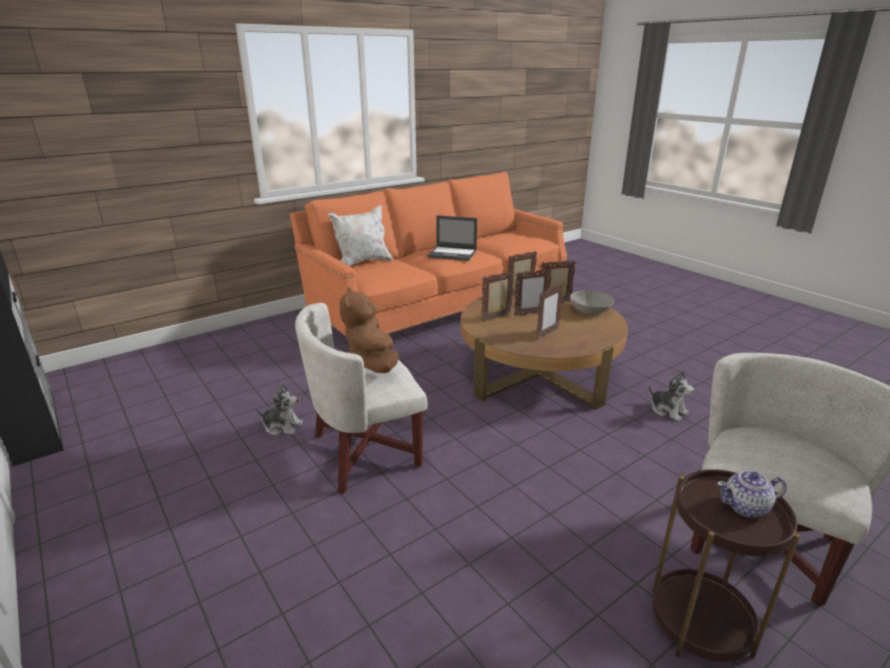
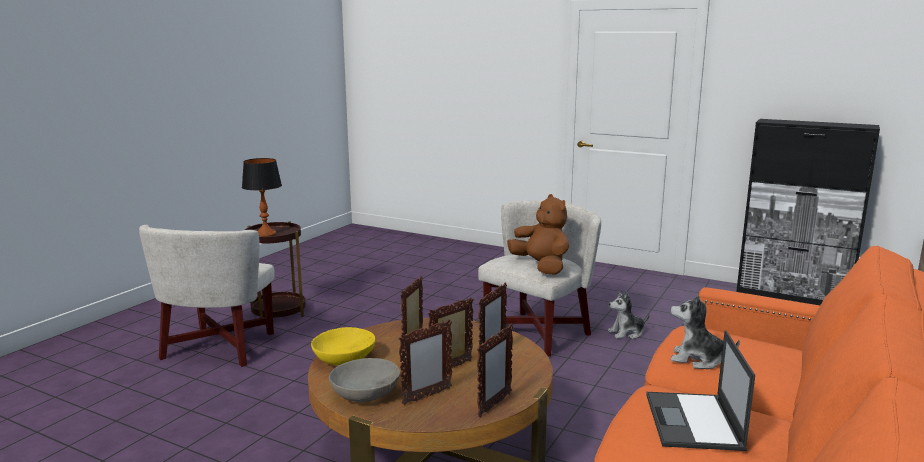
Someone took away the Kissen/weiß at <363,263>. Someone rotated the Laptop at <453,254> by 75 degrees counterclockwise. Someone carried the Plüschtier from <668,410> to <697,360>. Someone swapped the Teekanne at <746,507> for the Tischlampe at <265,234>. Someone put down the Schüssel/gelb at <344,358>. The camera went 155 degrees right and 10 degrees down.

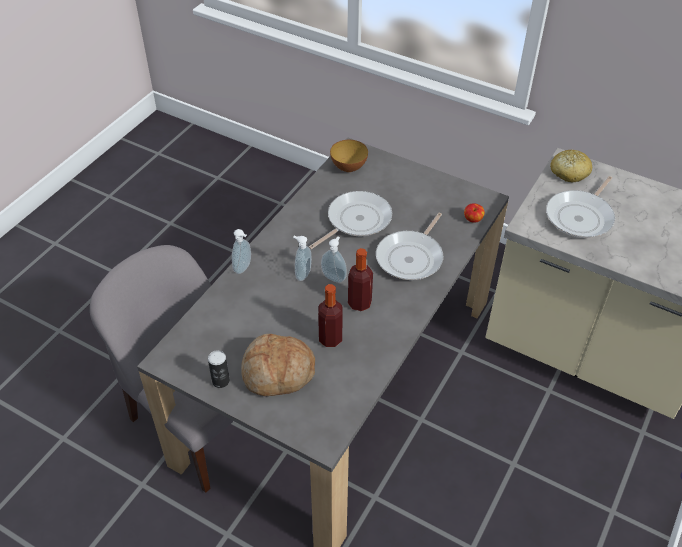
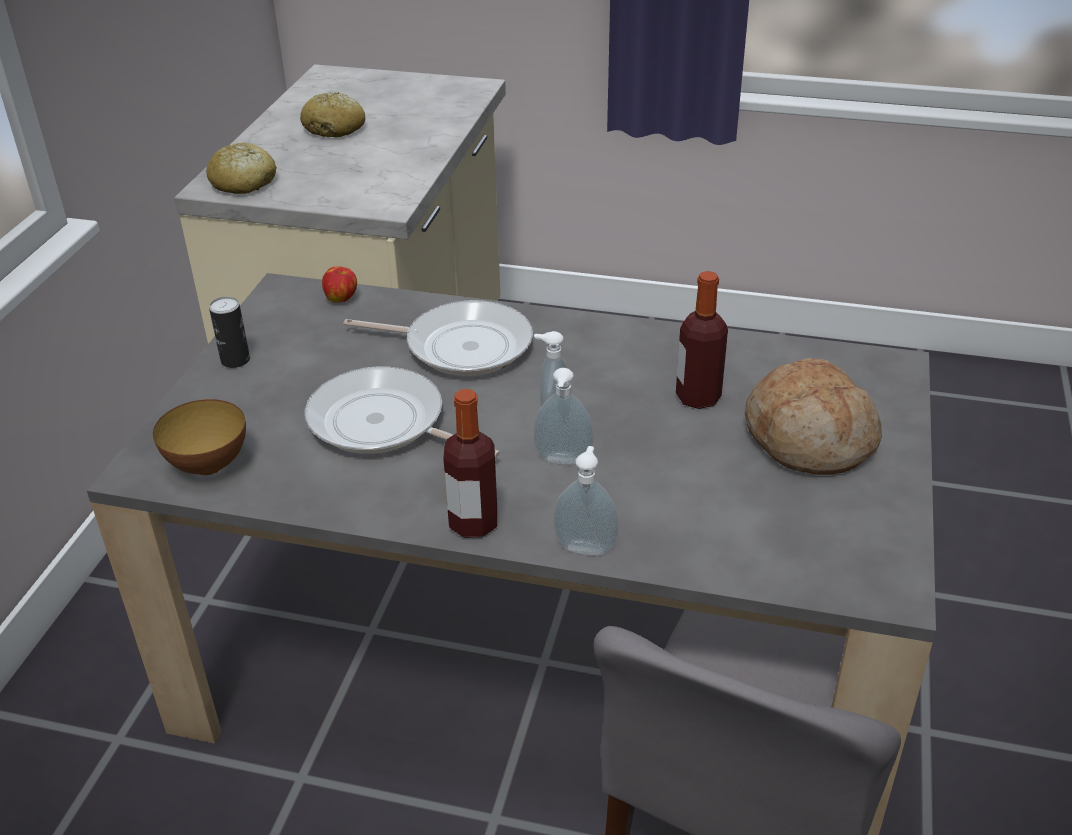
Someone took away the Pfanne at <581,216>. Someone carried the Flasche from <359,303> to <473,523>. Someone carried the Dose from <220,381> to <235,360>. Someone put down the Brot at <335,128>. The camera went 105 degrees left and 10 degrees down.

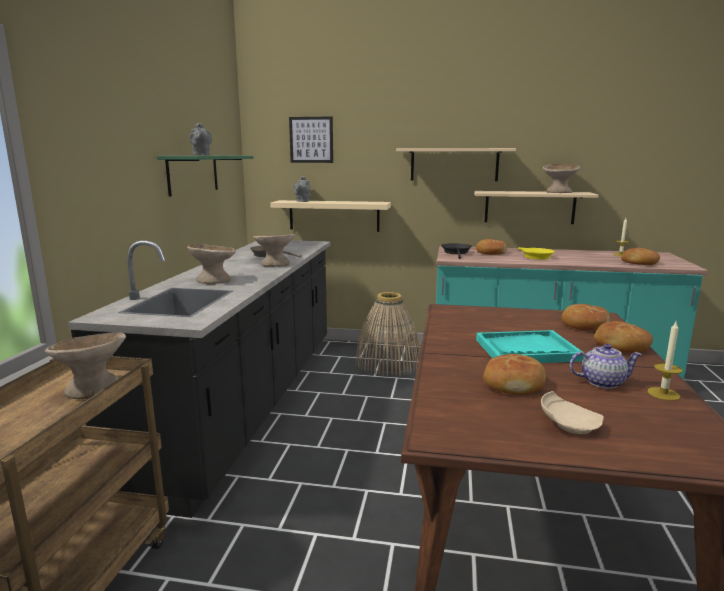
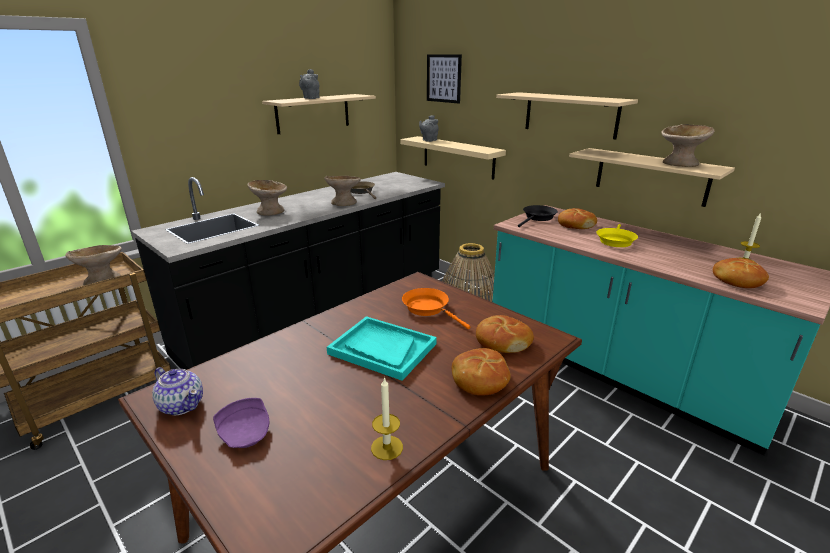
Someone repainted the Wandregal/grün at <193,174>, which became the Wandregal/beige at <313,113>. Someone carried the Teekanne from <601,382> to <182,405>. Someone took away the Brot at <514,384>. Someone repainted the Teller/beige at <568,424>, which became the Teller/lila at <246,433>. Someone put down the Pfanne/orange at <428,309>. The camera went 35 degrees right and 10 degrees up.

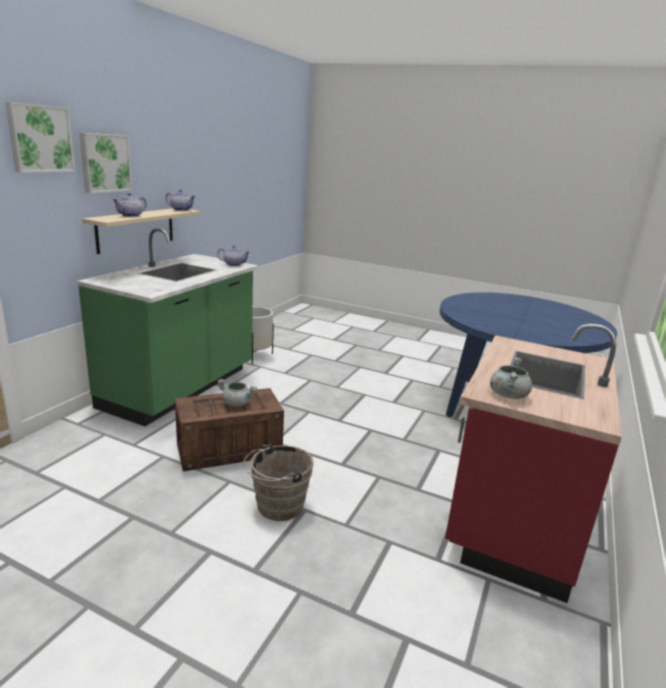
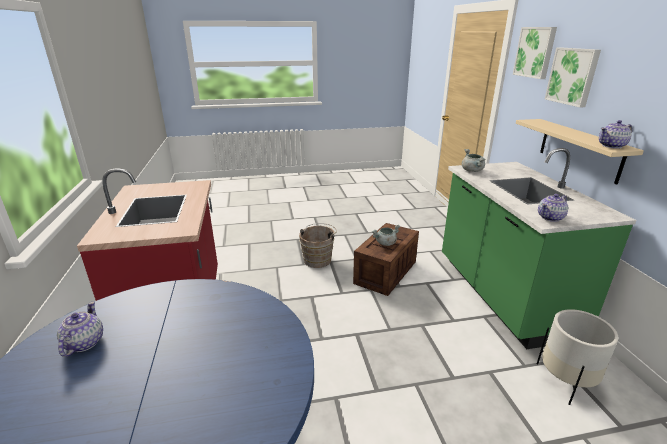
Someone carried the Teekanne from <131,216> to <84,343>. Someone carried the Kochtopf/grau from <508,394> to <472,171>. The camera went 145 degrees right and 5 degrees up.

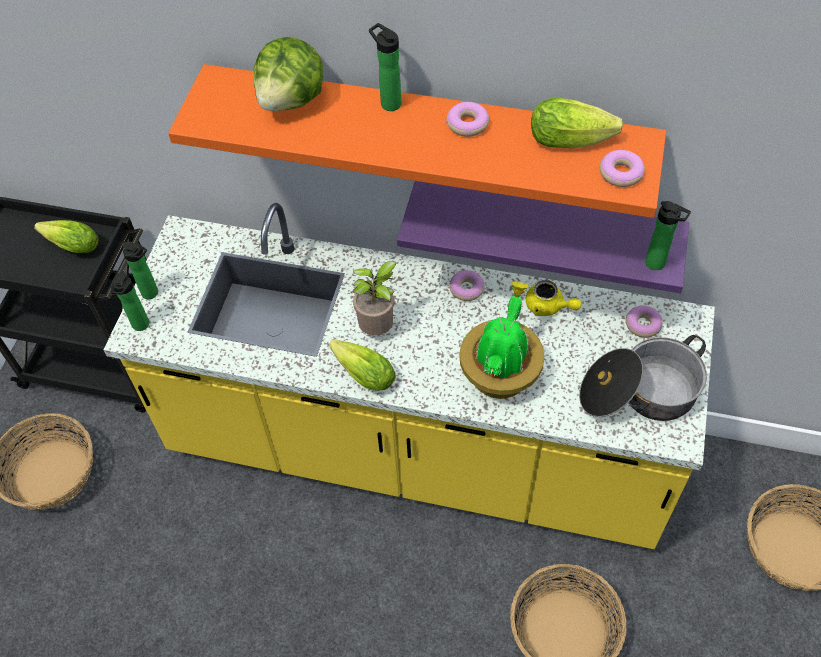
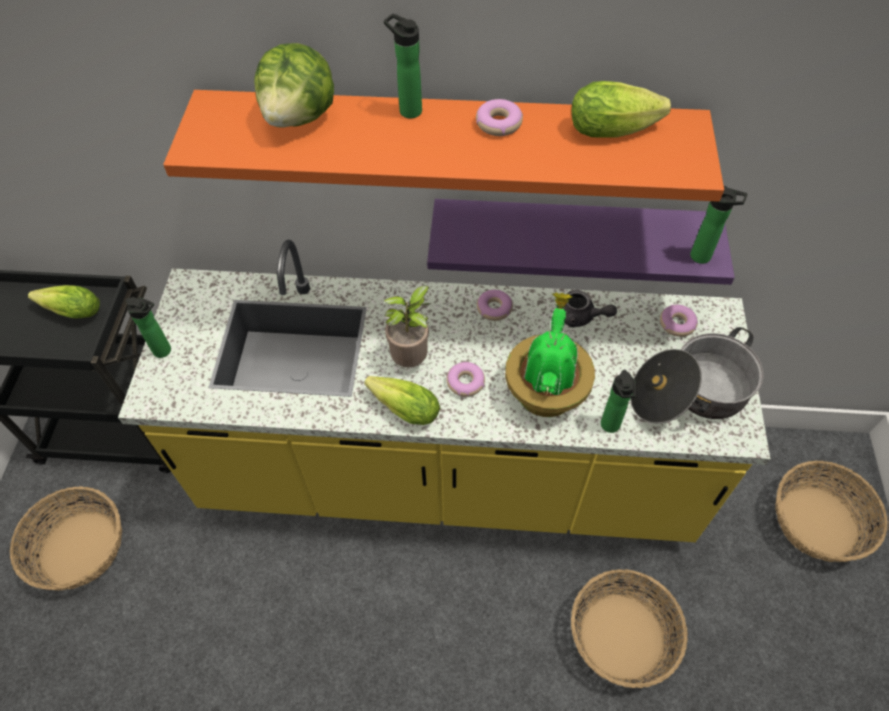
Someone carried the Donut from <620,173> to <465,382>. Someone carried the Flasche from <139,326> to <610,427>. Someone repainted the Teekanne/gelb at <548,307>, which became the Teekanne/grau at <580,317>. The camera went 10 degrees left and 0 degrees up.

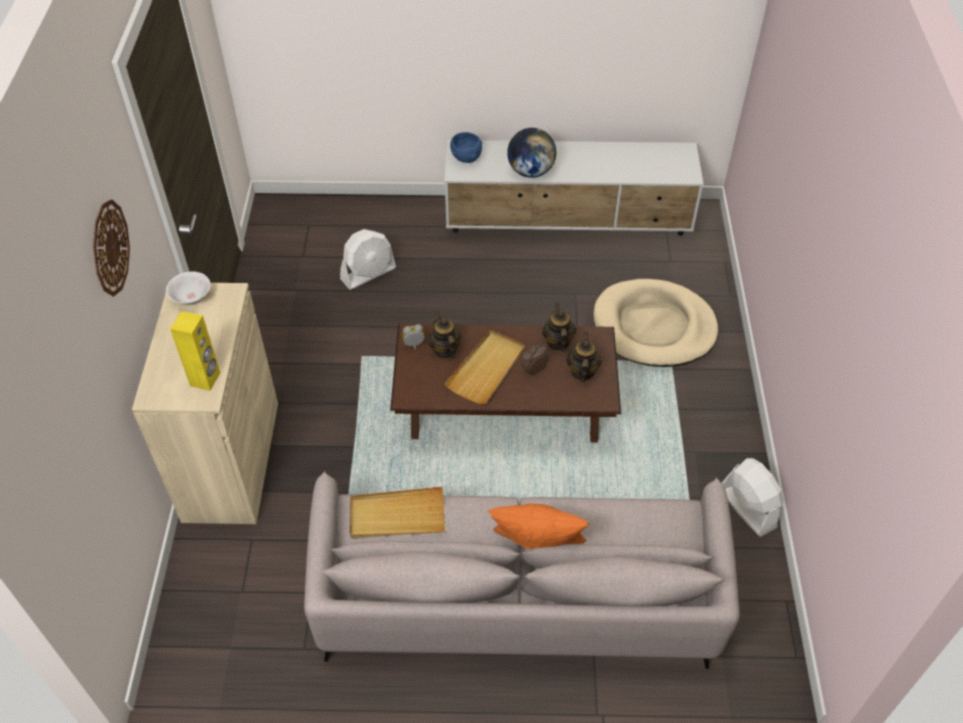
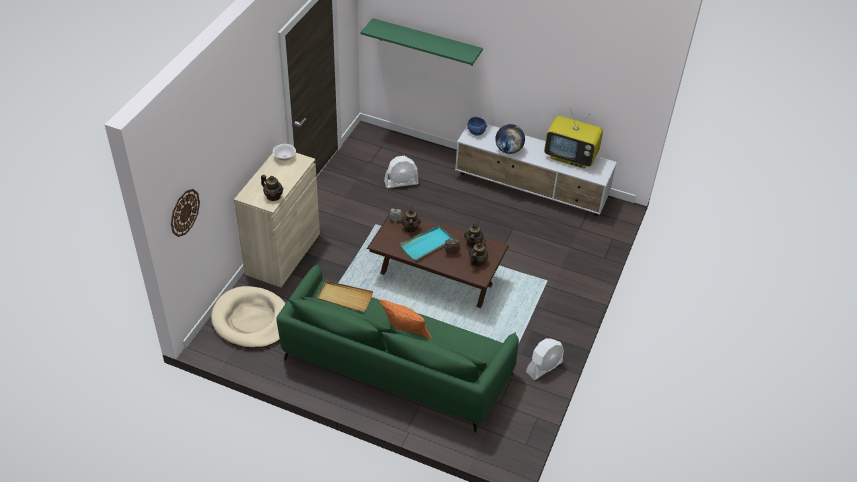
Someone carried the Wanduhr from <110,248> to <184,212>. Someone carried the Hundebett/beige from <654,327> to <252,320>. Someone swapped the Lautsprecher/gelb at <205,379> for the Teekanne at <273,196>. Someone repainted the Tablett/beige at <487,369>, which became the Tablett/türkis at <427,244>. Someone rotated the Ventilator/weiß at <747,507> by 60 degrees clockwise. Someone repainted the Sofa/grau at <517,601>, which became the Sofa/grün at <394,367>. Someone put up the Wandregal/grün at <426,42>. Someone put down the Fernseher at <571,157>. The camera went 20 degrees right and 5 degrees down.

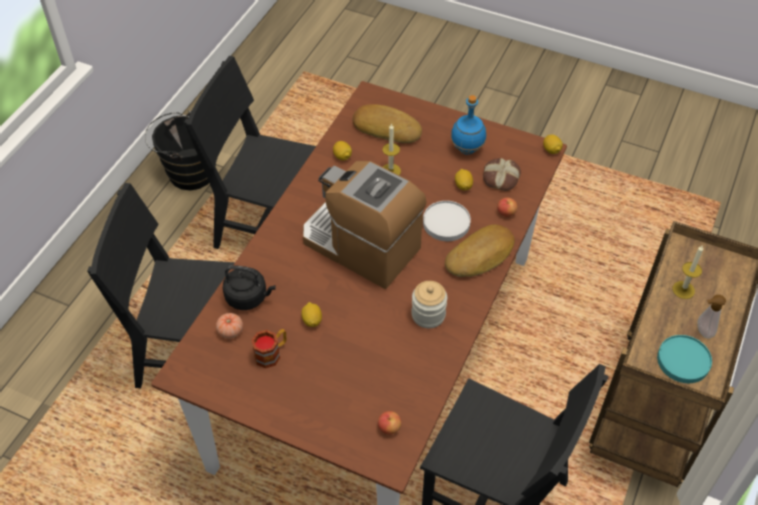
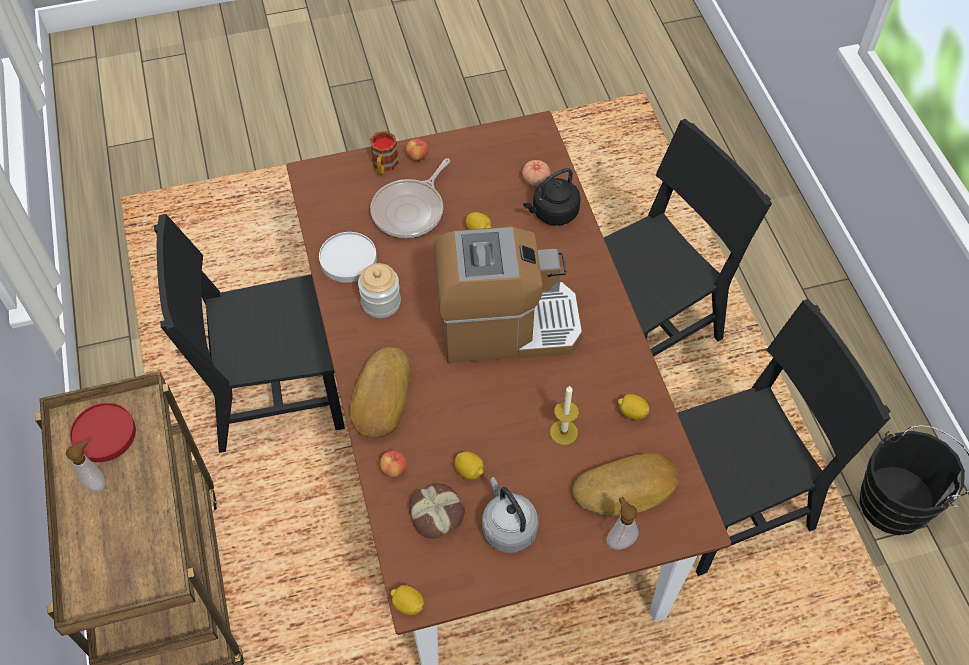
Someone swapped the Flasche/blau at <467,149> for the Wasserkessel/grau at <508,527>. Someone carried the Teller/weiß from <446,223> to <348,259>. Someone took away the Kerze at <683,290>. Someone carried the Henkelbecher from <272,353> to <384,166>. Someone repainted the Teller/türkis at <683,361>, which became the Teller/rot at <104,434>. Someone carried the Apfel from <389,428> to <417,156>. Someone put down the Pfanne at <410,210>. Someone put down the Seifenspender at <619,539>. The camera went 140 degrees right and 5 degrees up.

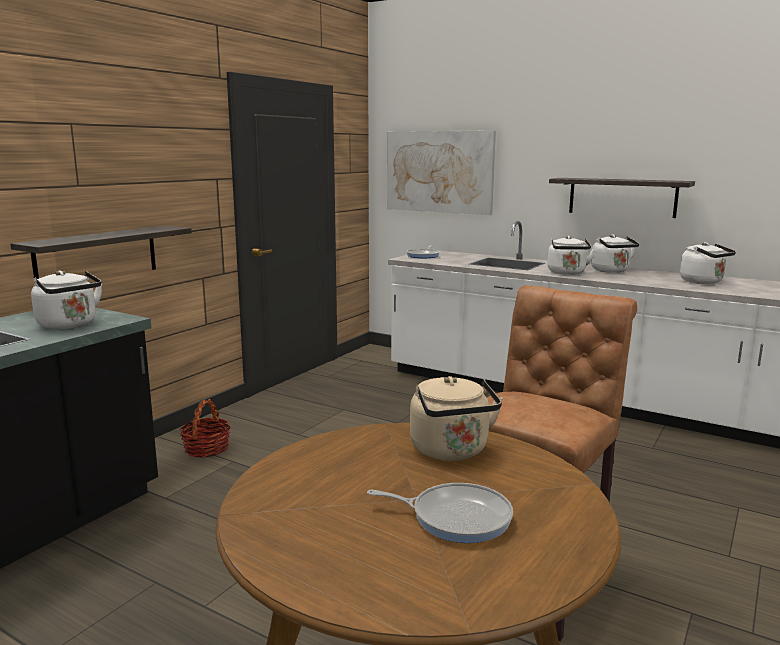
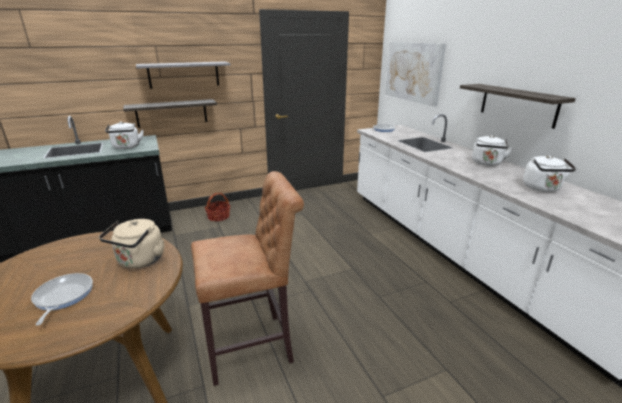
Someone took away the Wasserkessel/weiß at <567,273>. Someone rotated the Pfanne at <455,517> by 150 degrees counterclockwise. Someone put up the Wandregal/grau at <184,74>. The camera went 35 degrees right and 10 degrees up.

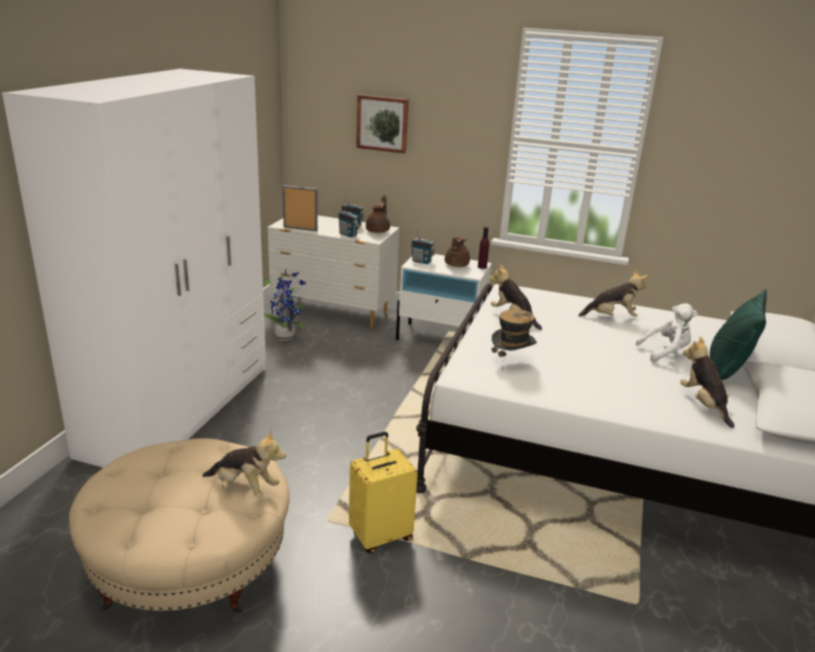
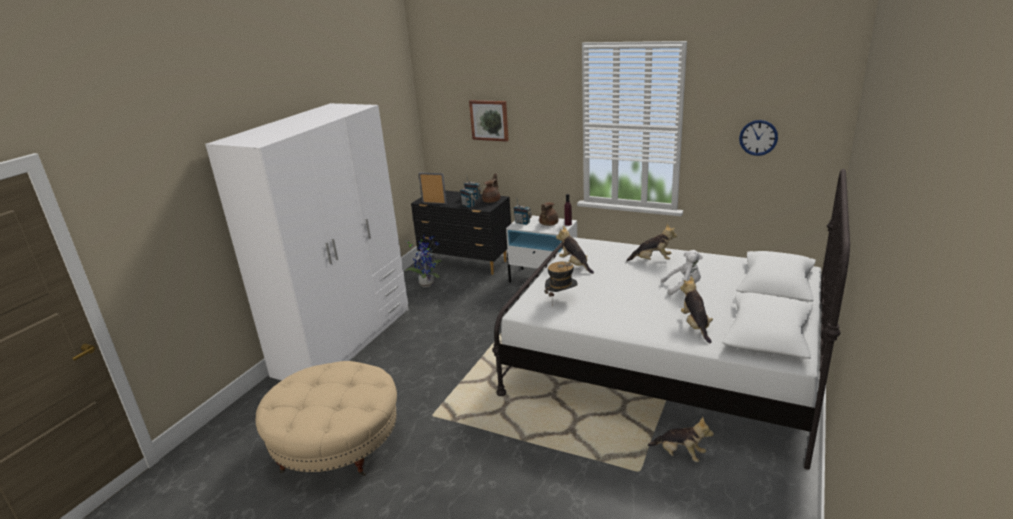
Someone repainted the Kommode/weiß at <334,313>, which became the Kommode/schwarz at <467,263>. Someone took away the Kissen/grün at <726,371>. Someone carried the Plüschtier from <244,488> to <680,454>. Someone took away the Koffer/gelb at <380,535>. Someone put up the Wanduhr at <758,137>. The camera went 10 degrees right and 0 degrees up.

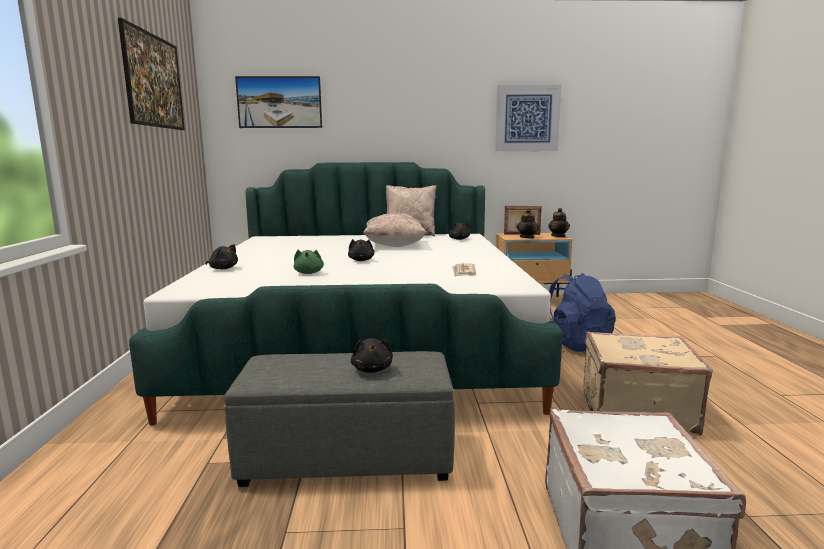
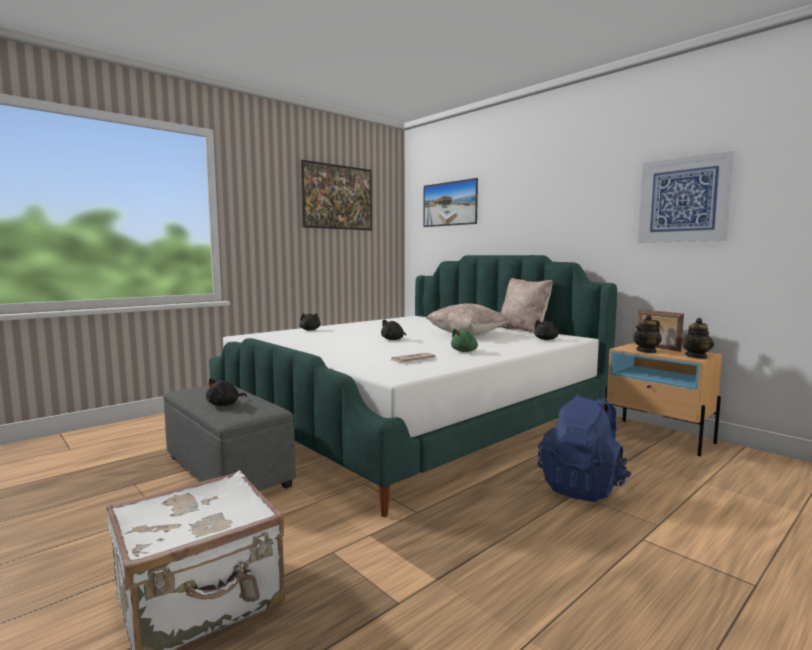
Someone carried the Plüschtier/grün from <309,273> to <465,351>. Someone took away the Koffer/beige at <635,410>. The camera went 50 degrees right and 5 degrees down.

